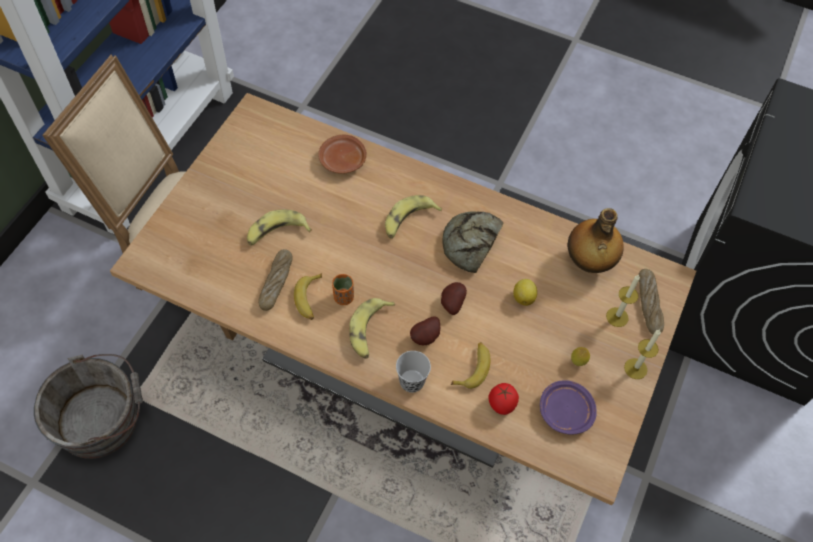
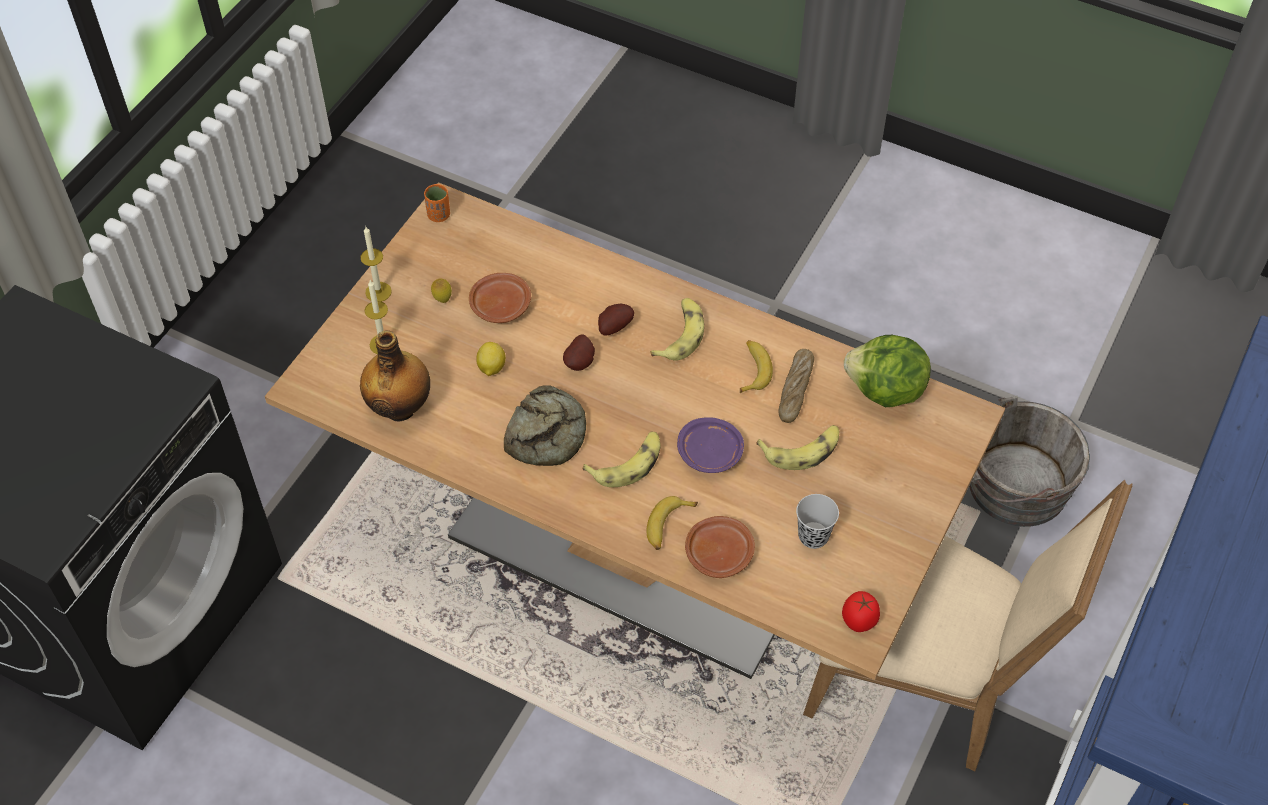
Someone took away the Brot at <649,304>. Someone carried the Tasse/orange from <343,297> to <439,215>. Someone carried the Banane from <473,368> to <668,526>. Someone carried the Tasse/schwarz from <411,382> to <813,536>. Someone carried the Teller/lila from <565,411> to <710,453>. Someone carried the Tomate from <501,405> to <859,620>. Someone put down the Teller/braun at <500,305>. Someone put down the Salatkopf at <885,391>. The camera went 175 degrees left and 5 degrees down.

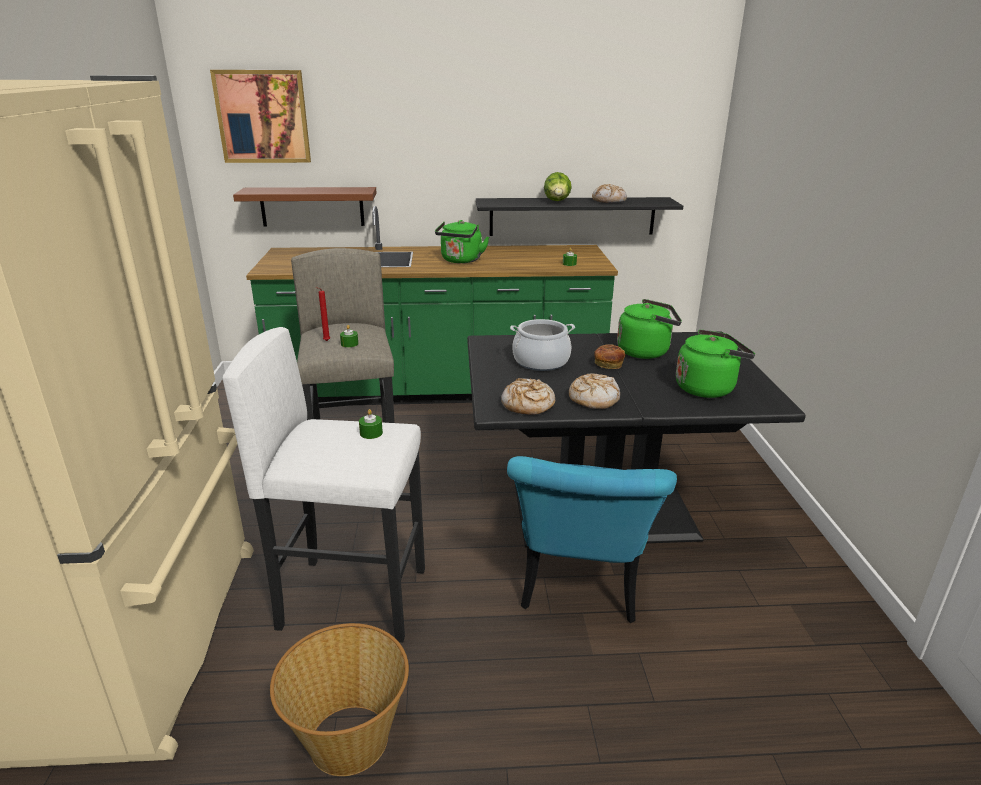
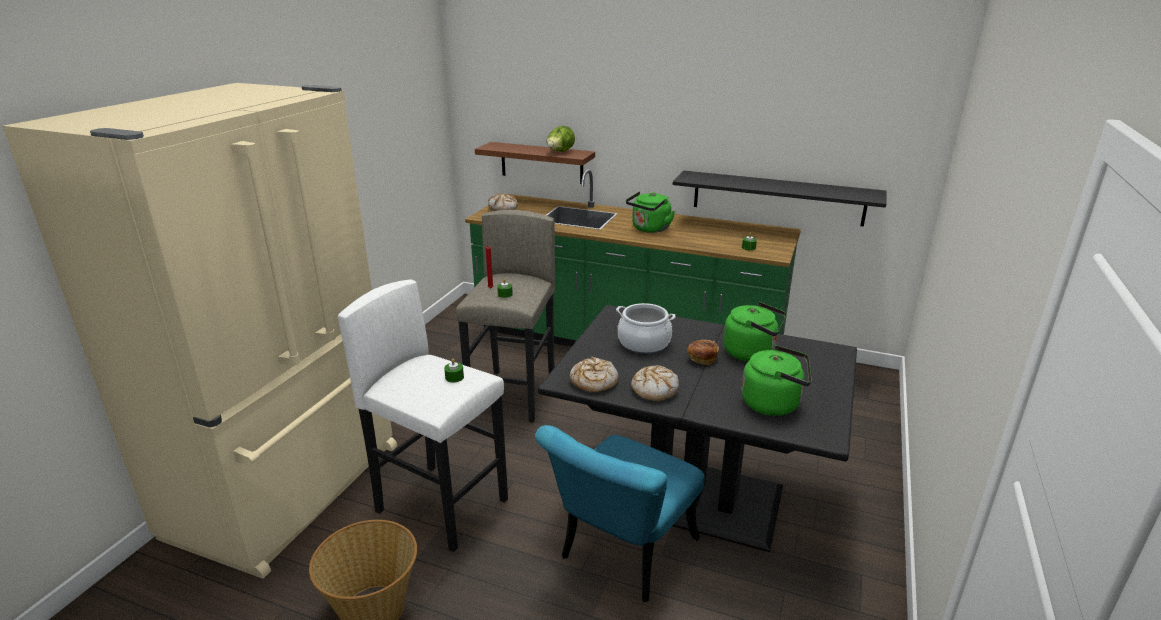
Someone took away the Bild at <263,117>. Someone carried the Salatkopf from <557,202> to <560,152>. Someone carried the Brot from <609,201> to <503,208>. The camera went 25 degrees right and 0 degrees up.

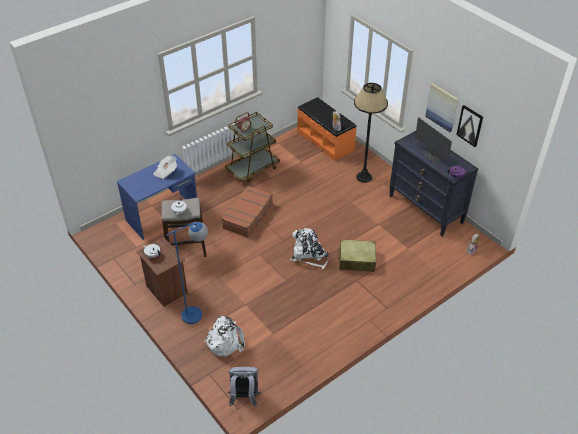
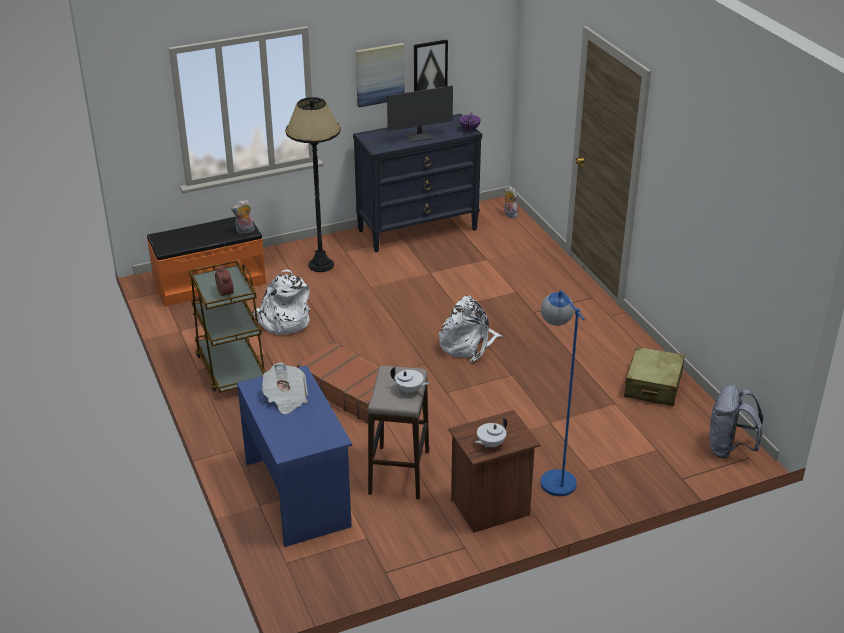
Someone carried the Koffer/beige from <356,260> to <653,386>. Someone carried the Rucksack/weiß from <225,341> to <283,321>. The camera went 75 degrees left and 10 degrees down.

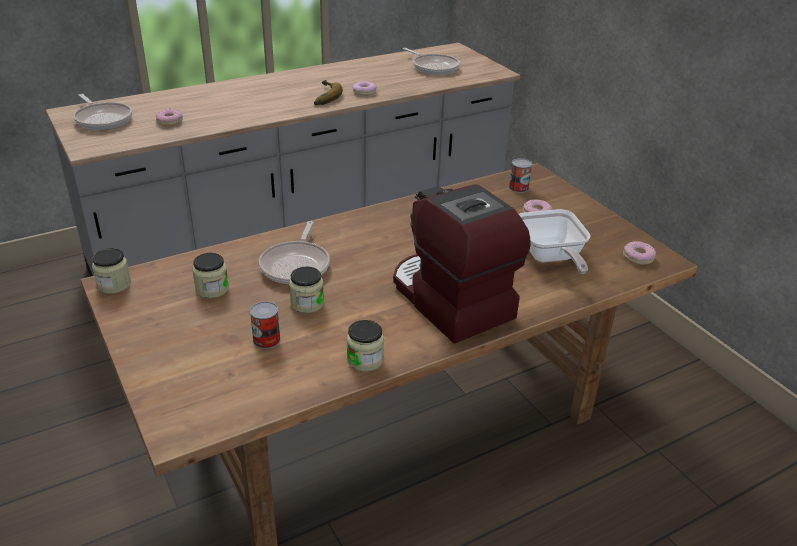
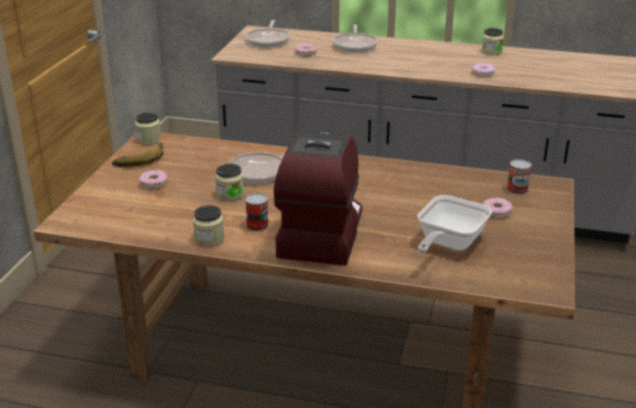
Someone carried the Pfanne from <433,67> to <355,45>. Someone carried the Banane from <322,96> to <138,158>. Someone carried the Donut from <638,257> to <154,183>. Someone carried the Vorratsglas from <212,289> to <491,52>. Someone carried the Dose from <266,340> to <257,225>. The camera went 45 degrees right and 5 degrees down.

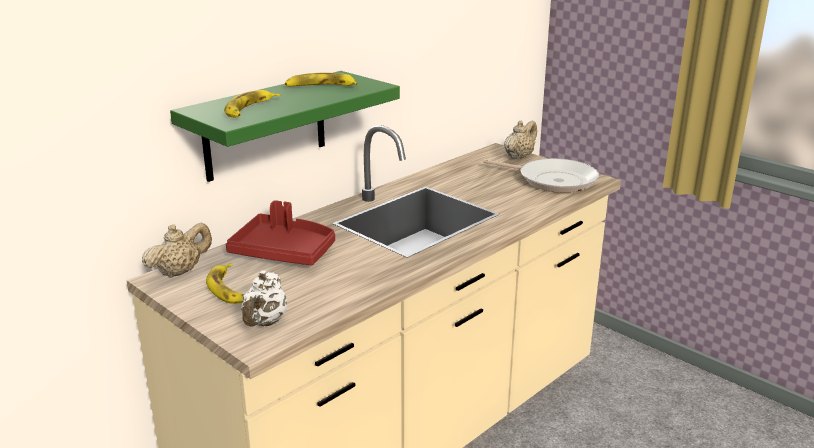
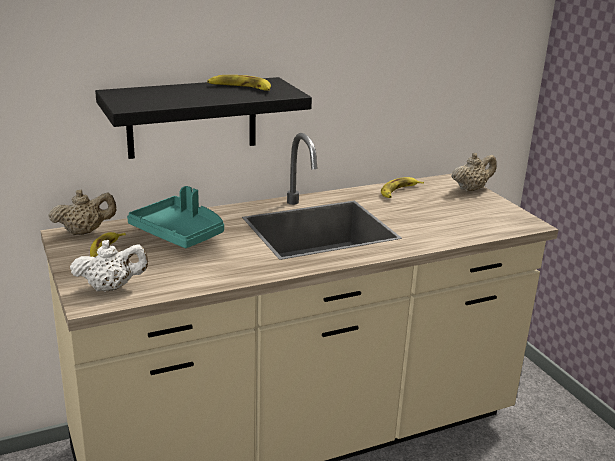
Someone repainted the Wandregal/grün at <265,126>, which became the Wandregal/schwarz at <192,117>. Someone carried the Banane from <250,109> to <399,191>. Someone took away the Pfanne at <553,180>. Someone repainted the Tablett/rot at <284,252>, which became the Tablett/türkis at <180,233>. Someone rotated the Teekanne/weiß at <265,323> by 135 degrees counterclockwise. The camera went 20 degrees right and 0 degrees up.

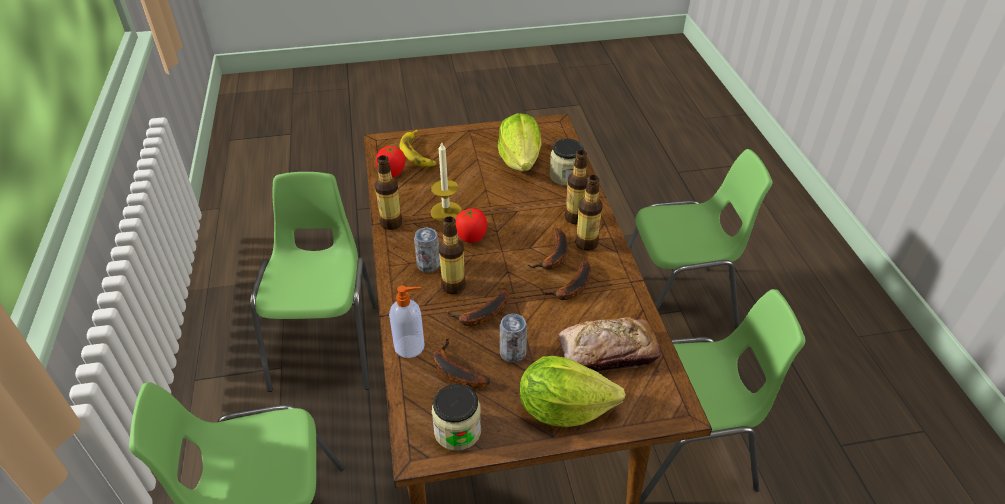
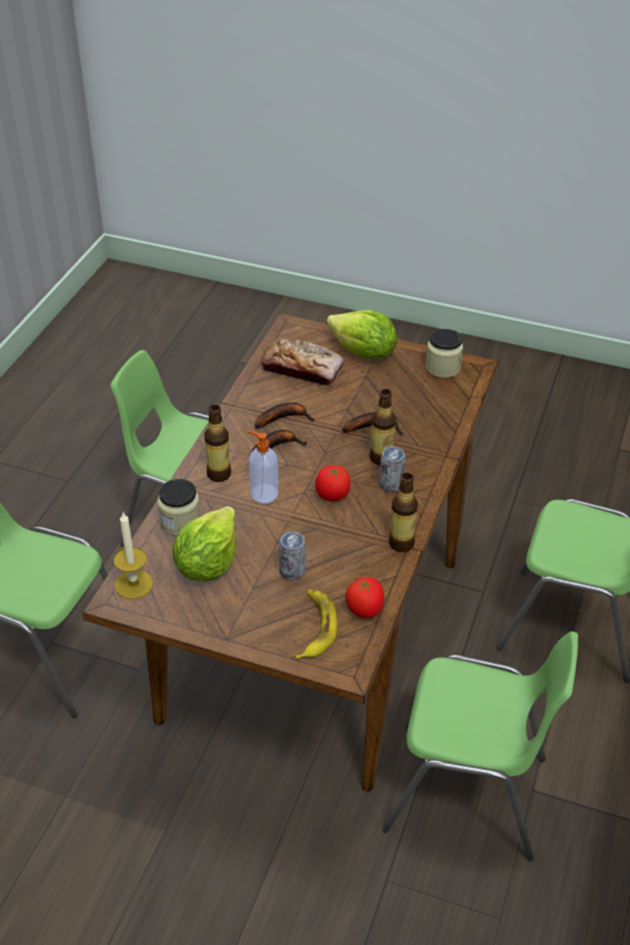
Someone carried the Kerze from <446,212> to <133,584>. Someone rotated the Stuhl/grün at <328,345> by 105 degrees counterclockwise. Someone took away the Flasche at <586,243>. Someone carried the Seifenspender from <410,346> to <263,493>. Someone carried the Dose from <512,353> to <292,571>. Someone took away the Banane at <454,371>. The camera went 150 degrees left and 0 degrees up.

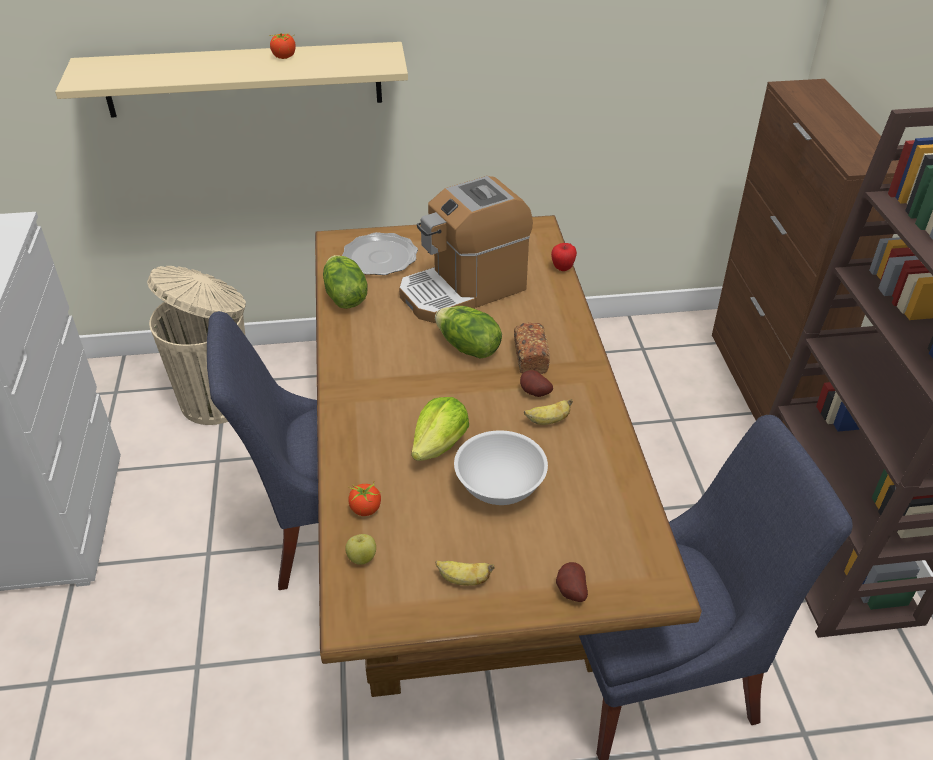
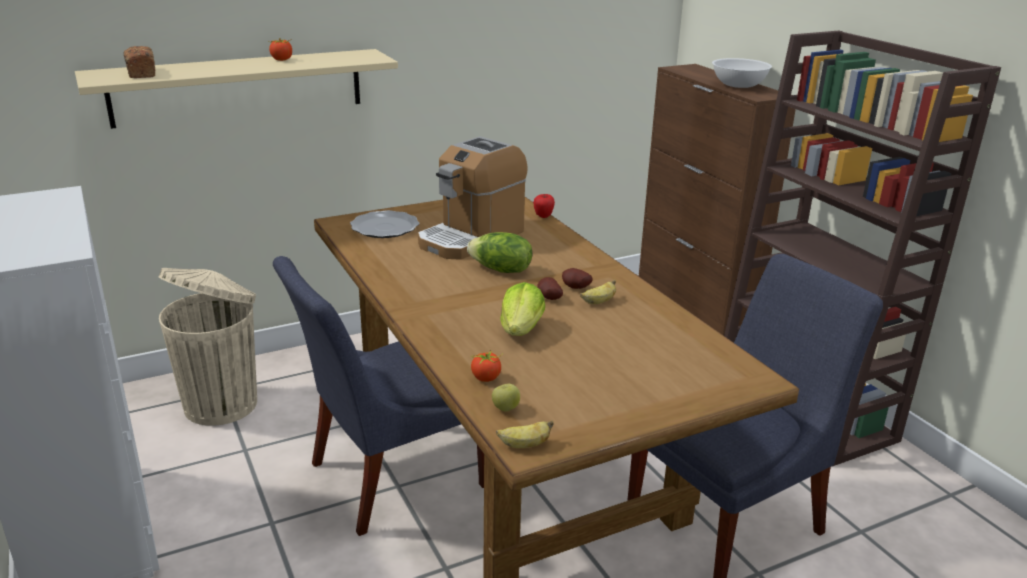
Someone took away the Salatkopf at <344,297>. Someone carried the Brot from <530,357> to <141,73>. Someone carried the Schüssel/weiß from <500,486> to <738,85>. Someone carried the Banane from <463,580> to <524,445>. Someone carried the Kartoffel from <570,591> to <548,298>. The camera went 20 degrees left and 15 degrees down.

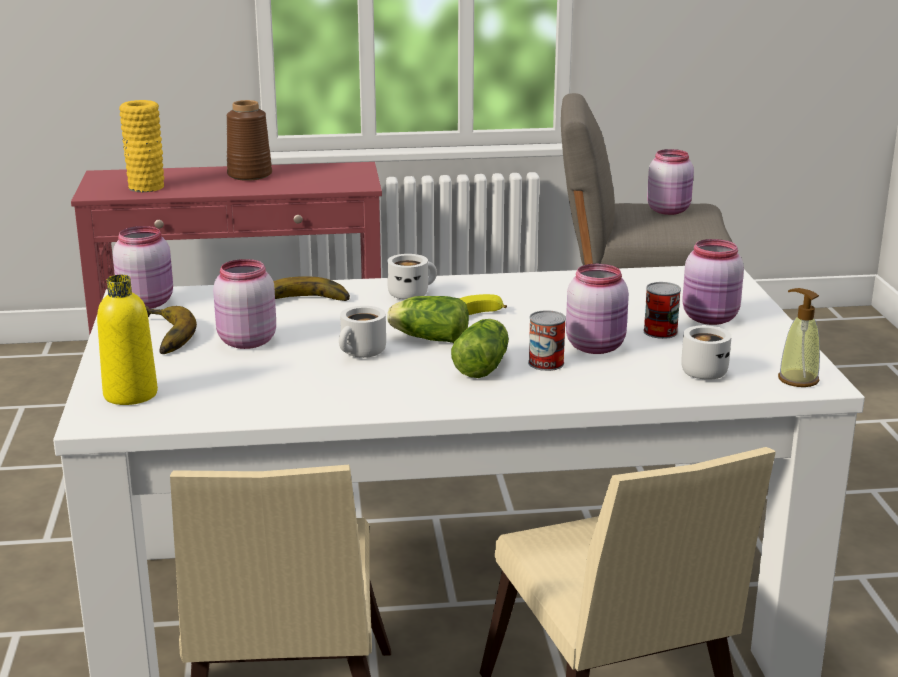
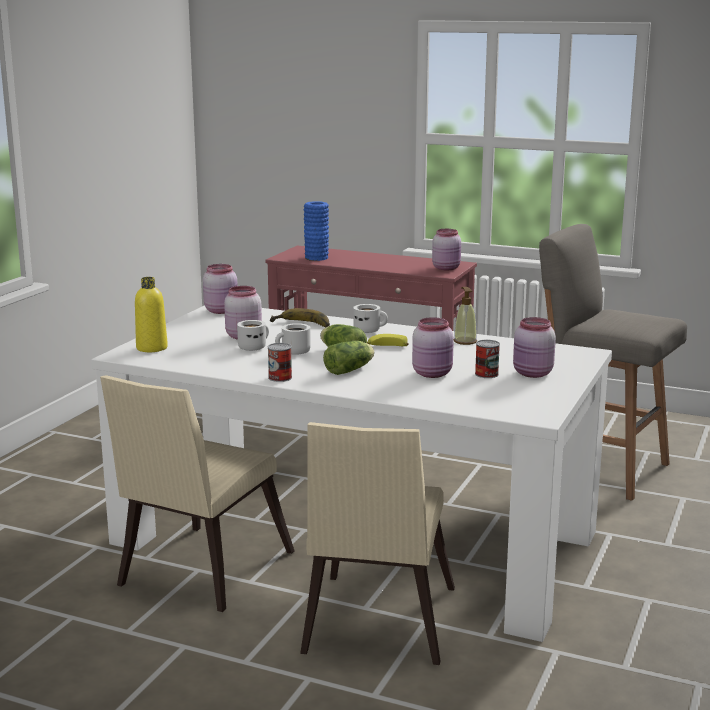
Someone repainted the Vase/gelb at <146,187>, which became the Vase/blau at <316,258>. Someone took away the Vase/braun at <249,175>. Someone carried the Vorratsglas/rosa from <669,210> to <447,268>. Someone carried the Seifenspender from <797,379> to <465,341>. Someone took away the Banane at <159,336>. Someone carried the Dose from <546,363> to <280,377>. Someone carried the Henkelbecher/weiß from <702,371> to <253,347>. The camera went 30 degrees right and 5 degrees down.

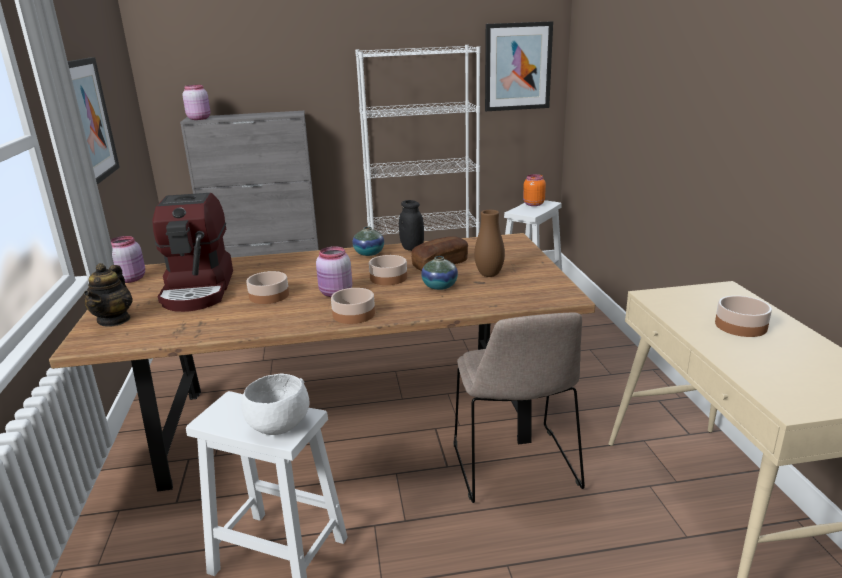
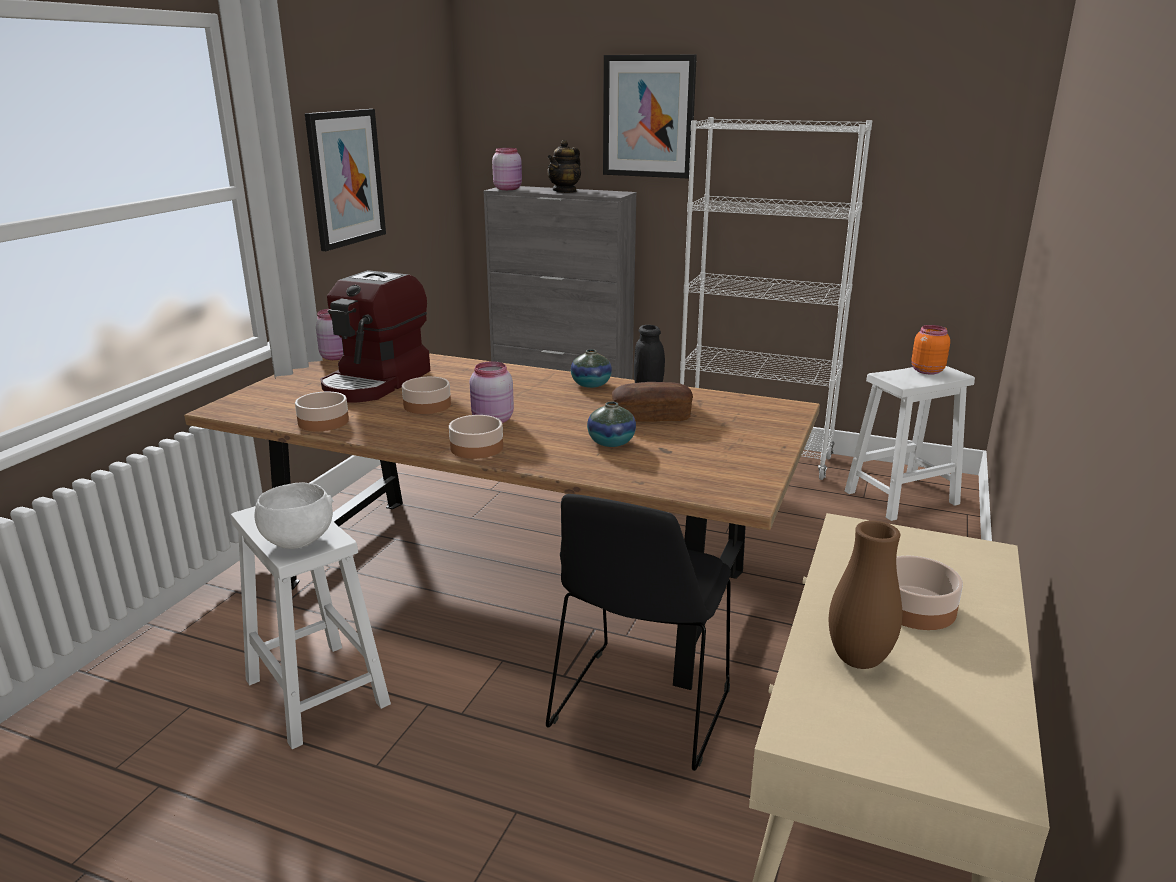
Someone carried the Bild from <517,67> to <648,117>. Someone carried the Vase/braun from <489,275> to <858,660>. Someone carried the Schüssel from <388,278> to <323,422>. Someone carried the Teekanne from <114,320> to <565,191>. Someone repainted the Stuhl/beige at <515,467>, which became the Stuhl/schwarz at <639,710>. The camera went 30 degrees right and 0 degrees up.

